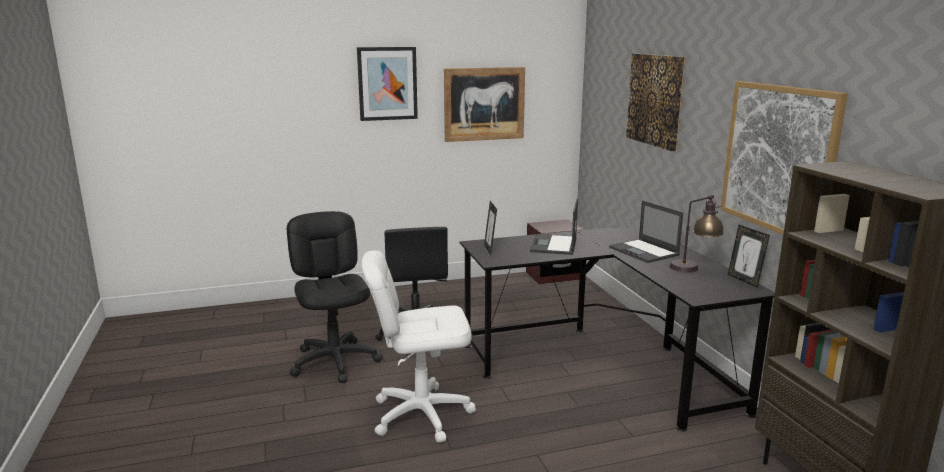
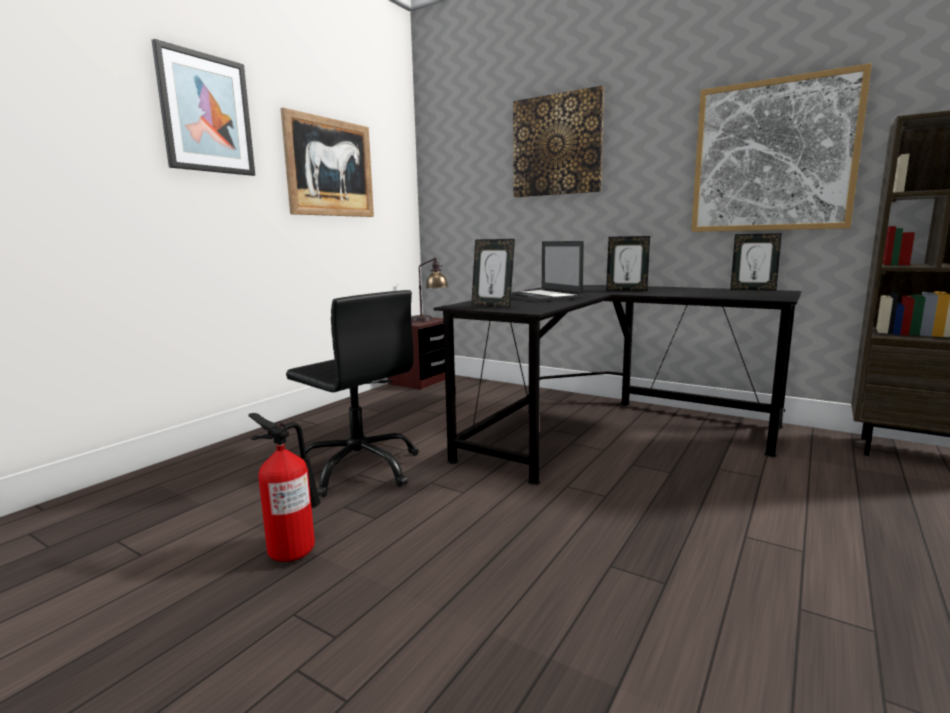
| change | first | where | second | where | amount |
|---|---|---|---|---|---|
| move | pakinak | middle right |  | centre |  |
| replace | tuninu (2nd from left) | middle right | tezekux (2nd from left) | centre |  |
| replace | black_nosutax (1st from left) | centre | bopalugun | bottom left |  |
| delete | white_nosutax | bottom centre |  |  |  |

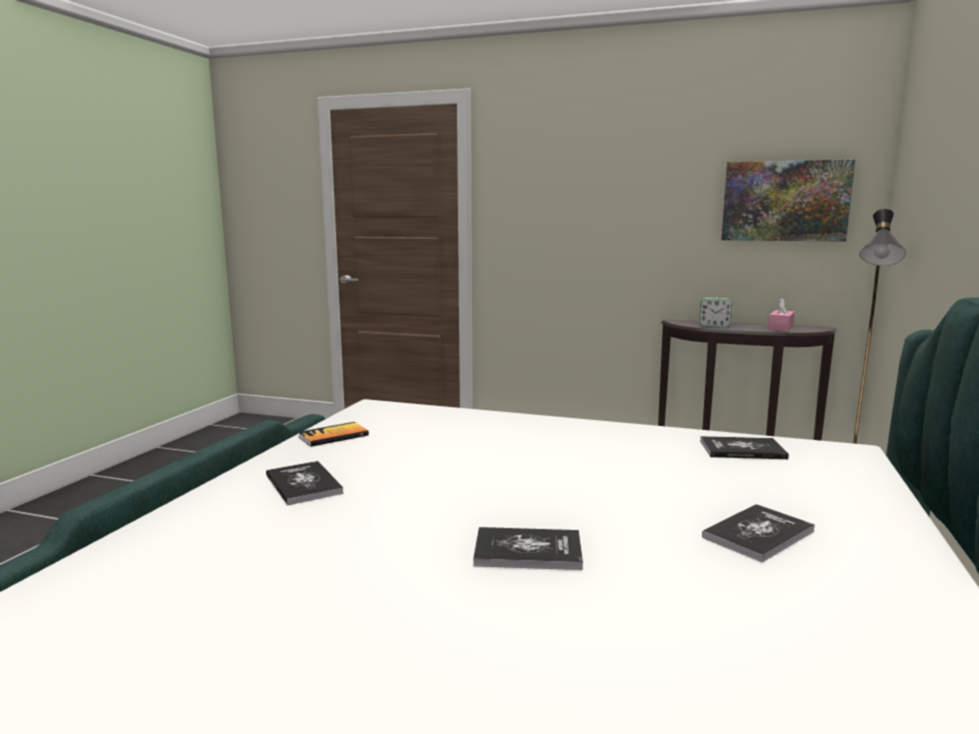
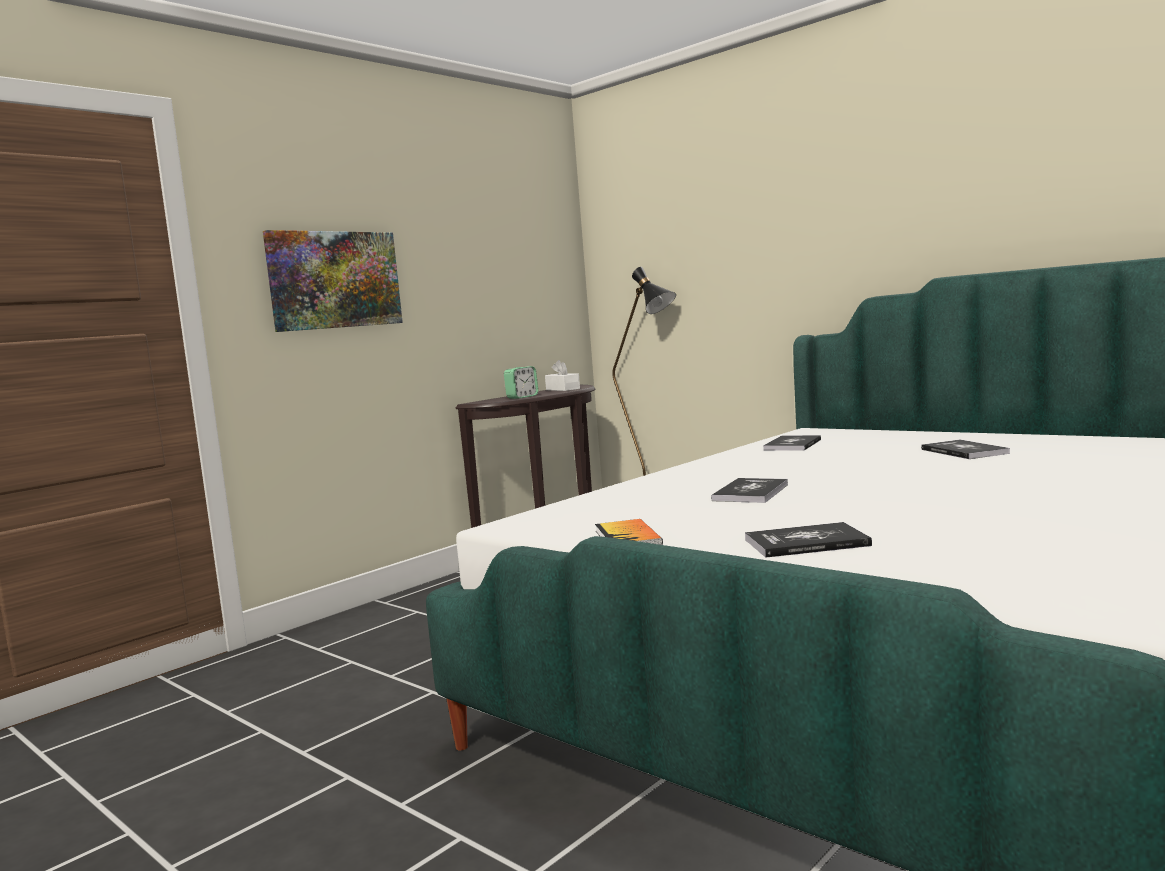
| change | first | where | second | where | amount |
|---|---|---|---|---|---|
| move | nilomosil | top right |  | top left |  |
| recolor | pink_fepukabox | middle right | white_fepukabox | centre |  |
| move | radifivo (3rd from left in the first image) | bottom centre | radifivo (2nd from left) | centre |  |

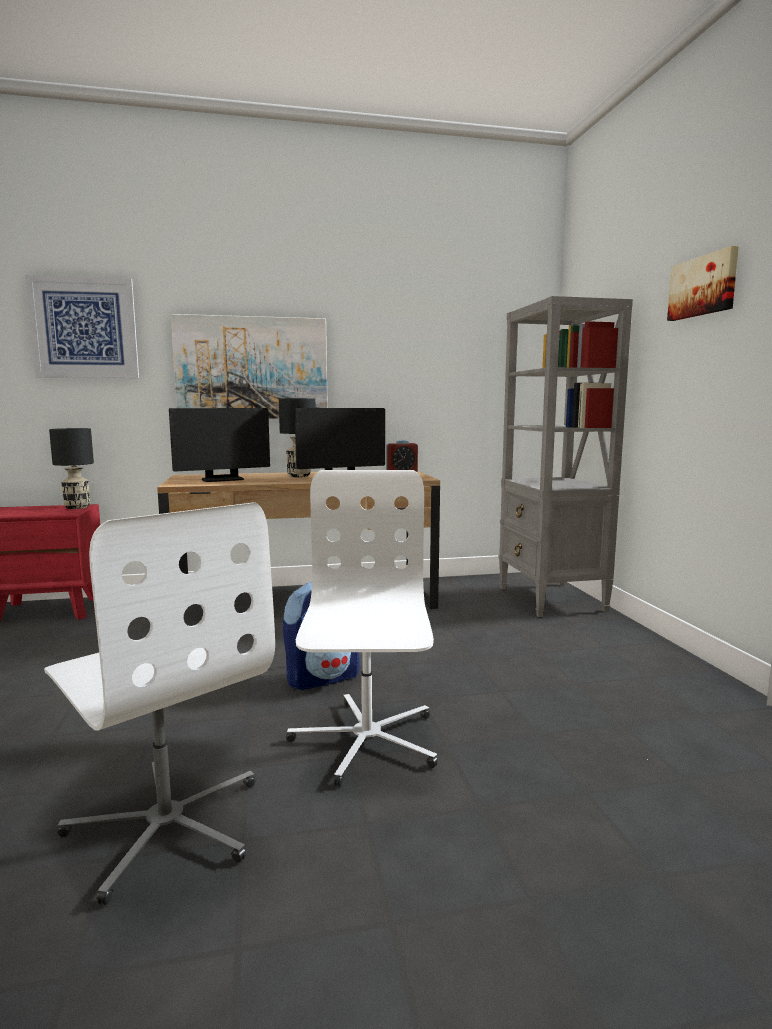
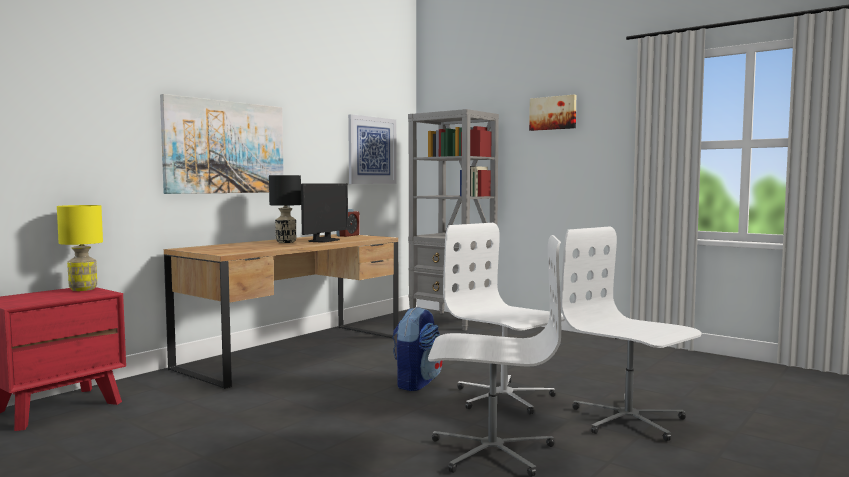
| change | first | where | second | where | amount |
|---|---|---|---|---|---|
| move | nilomosil (1st from left in the first image) | top left | nilomosil (2nd from left) | top centre |  |
| delete | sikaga (1st from left) | middle left |  |  |  |
| recolor | black_pakinak (1st from left) | middle left | yellow_pakinak | middle left |  |
| insert |  |  | white_nosutax (3rd from left) | bottom right |  |

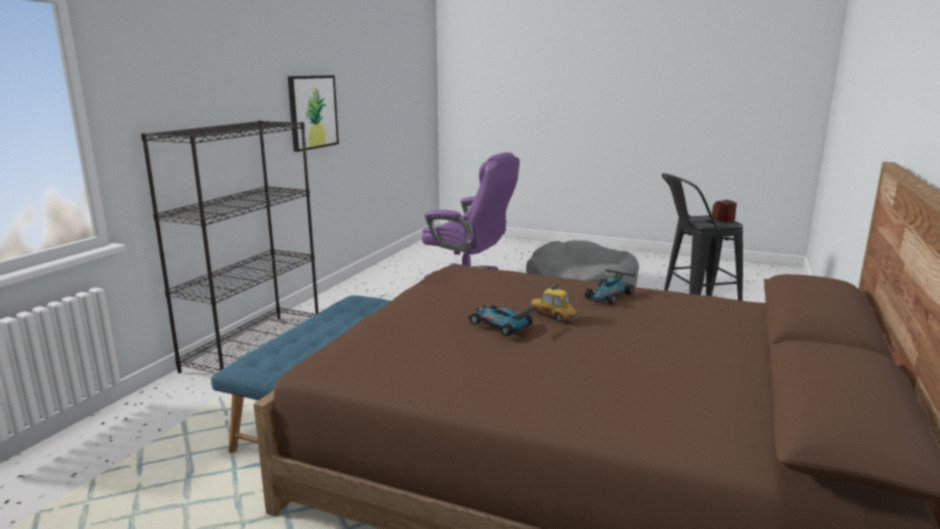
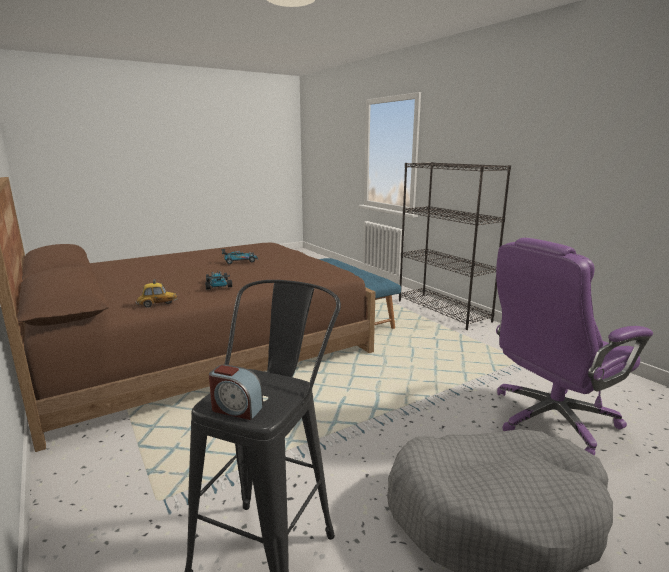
| change | first | where | second | where | amount |
|---|---|---|---|---|---|
| delete | nilomosil | top left |  |  |  |
| move | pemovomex (2nd from left in the first image) | centre | pemovomex (1st from left) | middle left |  |

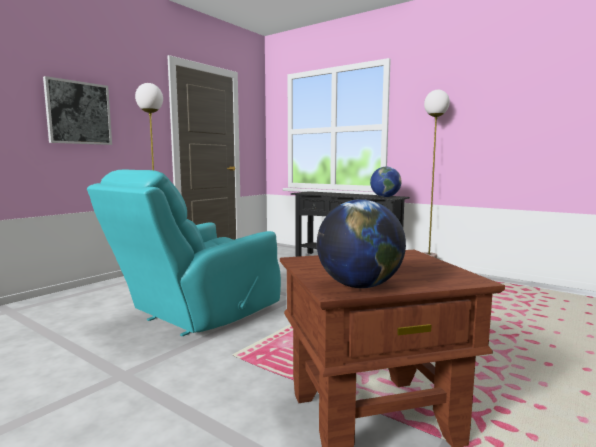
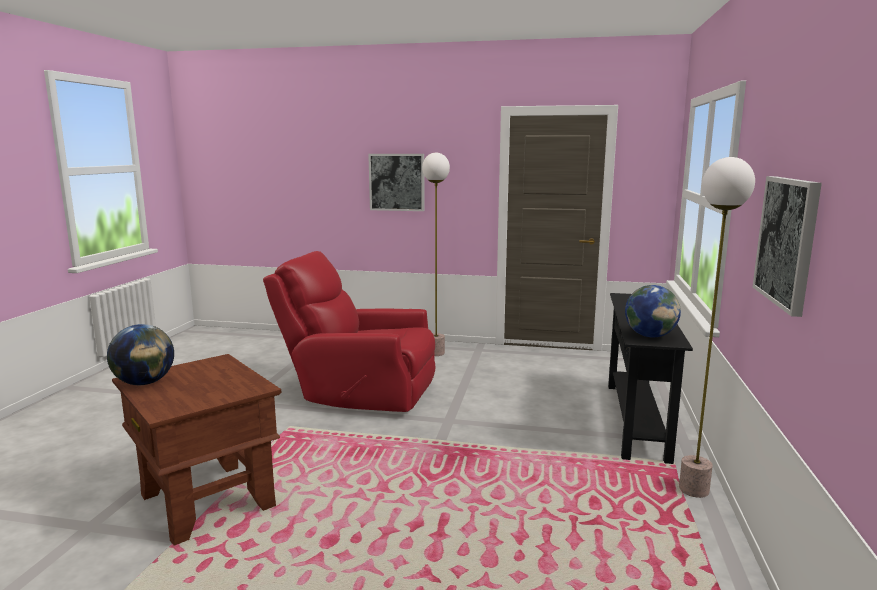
| change | first | where | second | where | amount |
|---|---|---|---|---|---|
| recolor | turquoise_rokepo | middle left | red_rokepo | centre |  |
| insert |  |  | nilomosil (2nd from left) | middle right |  |

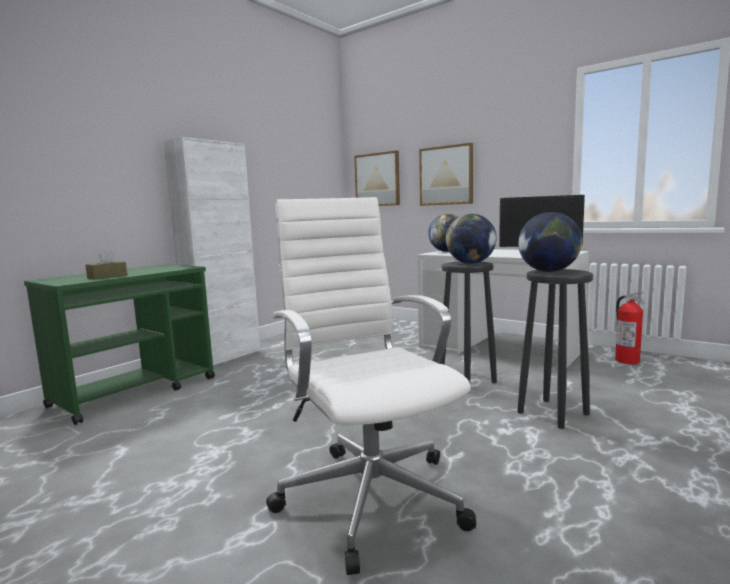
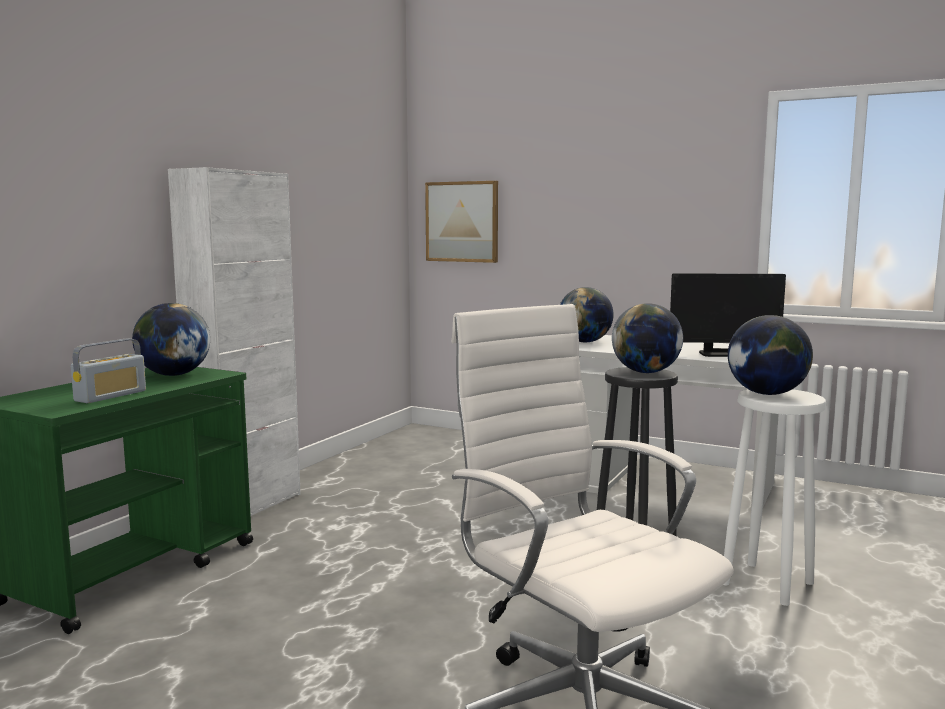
| change | first | where | second | where | amount |
|---|---|---|---|---|---|
| delete | nilomosil (2nd from left) | top centre |  |  |  |
| replace | brown_fepukabox | middle left | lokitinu | middle left |  |
| recolor | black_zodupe (2nd from left) | middle right | white_zodupe | bottom right |  |
| delete | bopalugun | middle right |  |  |  |
| insert |  |  | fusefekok (1st from left) | middle left |  |

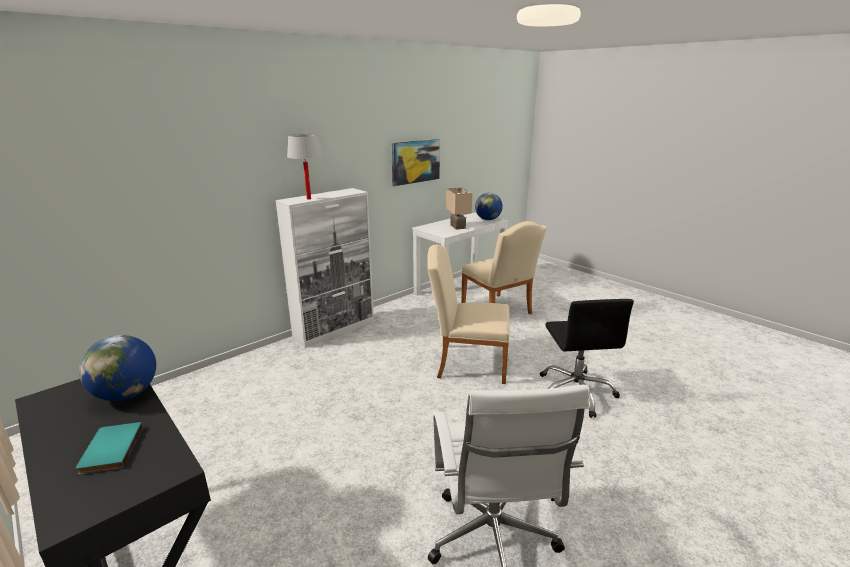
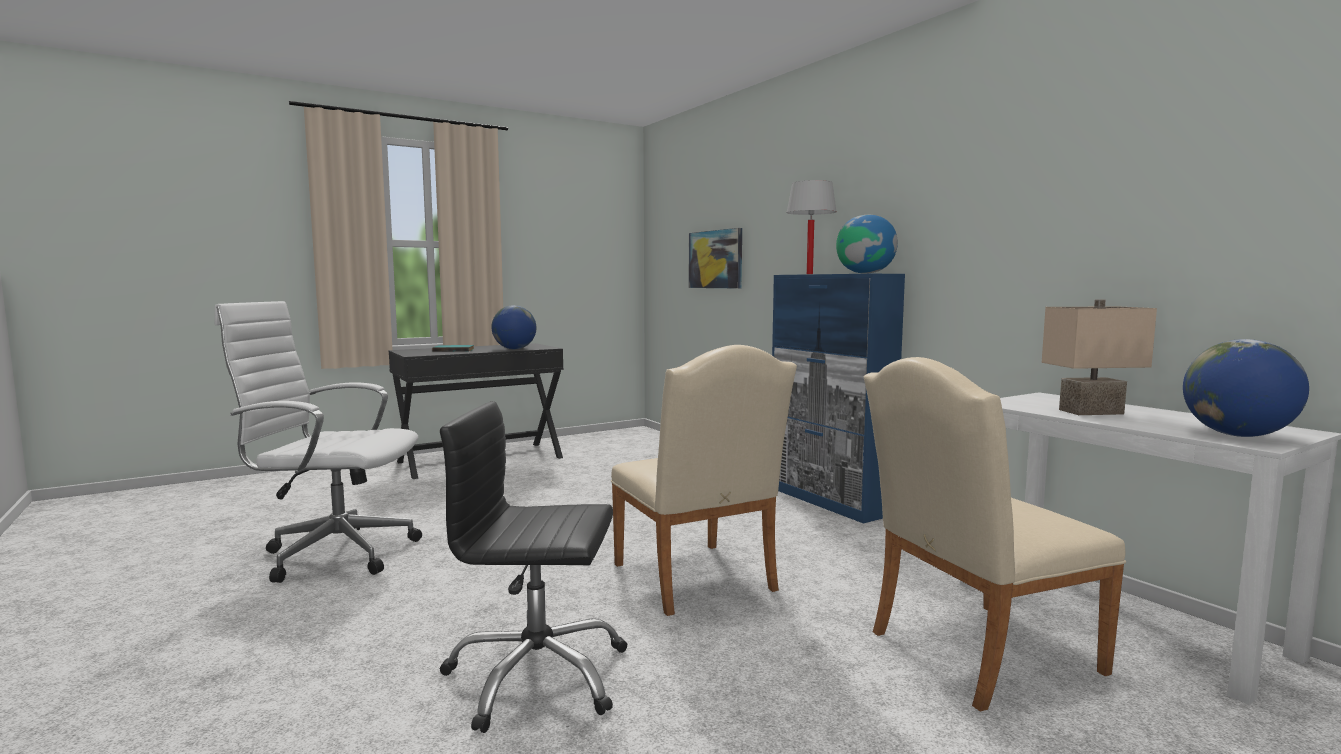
| change | first | where | second | where | amount |
|---|---|---|---|---|---|
| move | nilomosil | top centre |  | centre |  |
| recolor | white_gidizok | centre | blue_gidizok | centre |  |
| rotate | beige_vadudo (1st from left) | centre |  | centre | 135 degrees clockwise |
| insert |  |  | fusefekok (2nd from left) | top centre |  |

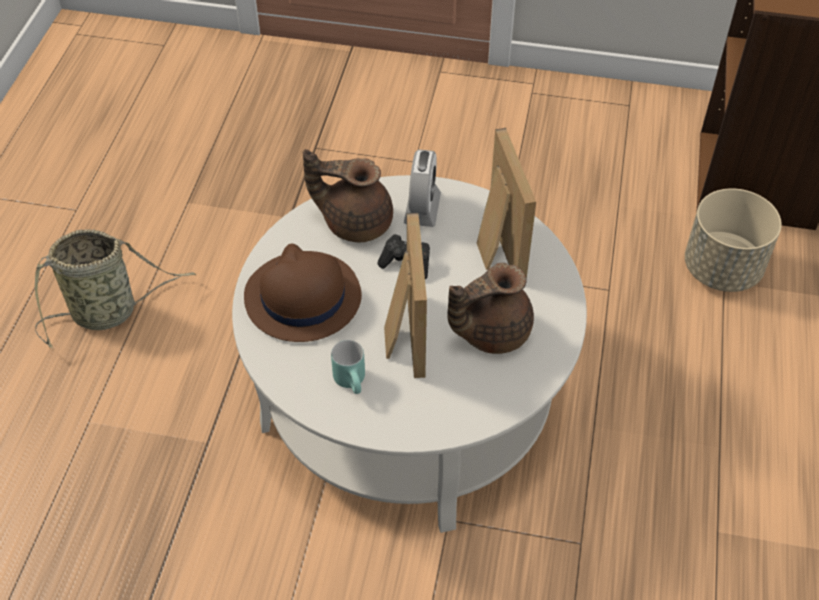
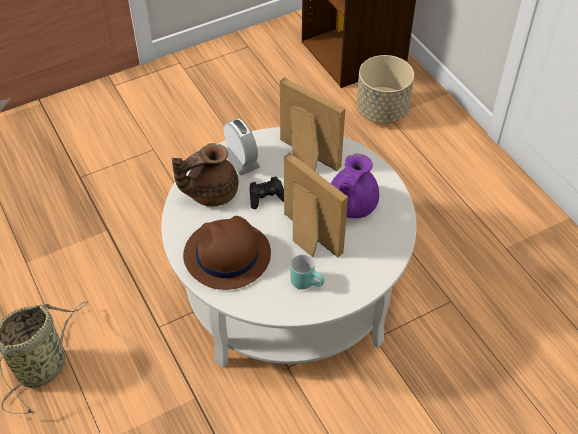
| change | first | where | second | where | amount |
|---|---|---|---|---|---|
| recolor | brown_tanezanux (2nd from left) | centre | purple_tanezanux | centre |  |

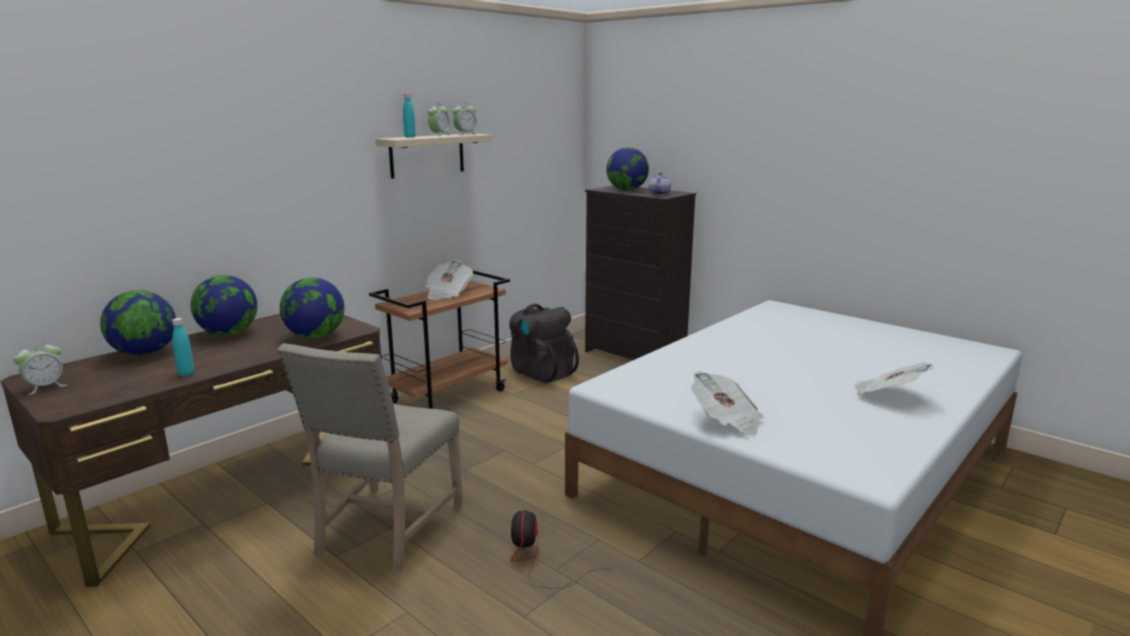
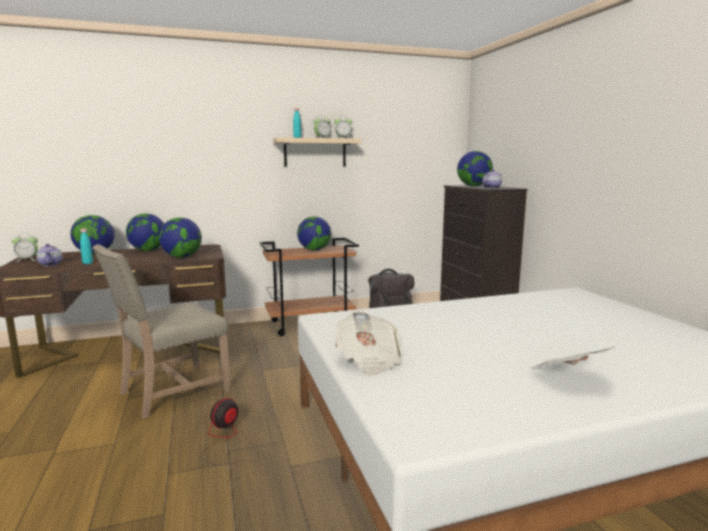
| change | first | where | second | where | amount |
|---|---|---|---|---|---|
| replace | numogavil (1st from left) | centre | fusefekok (4th from left) | centre |  |
| insert |  |  | tanezanux (1st from left) | middle left |  |

